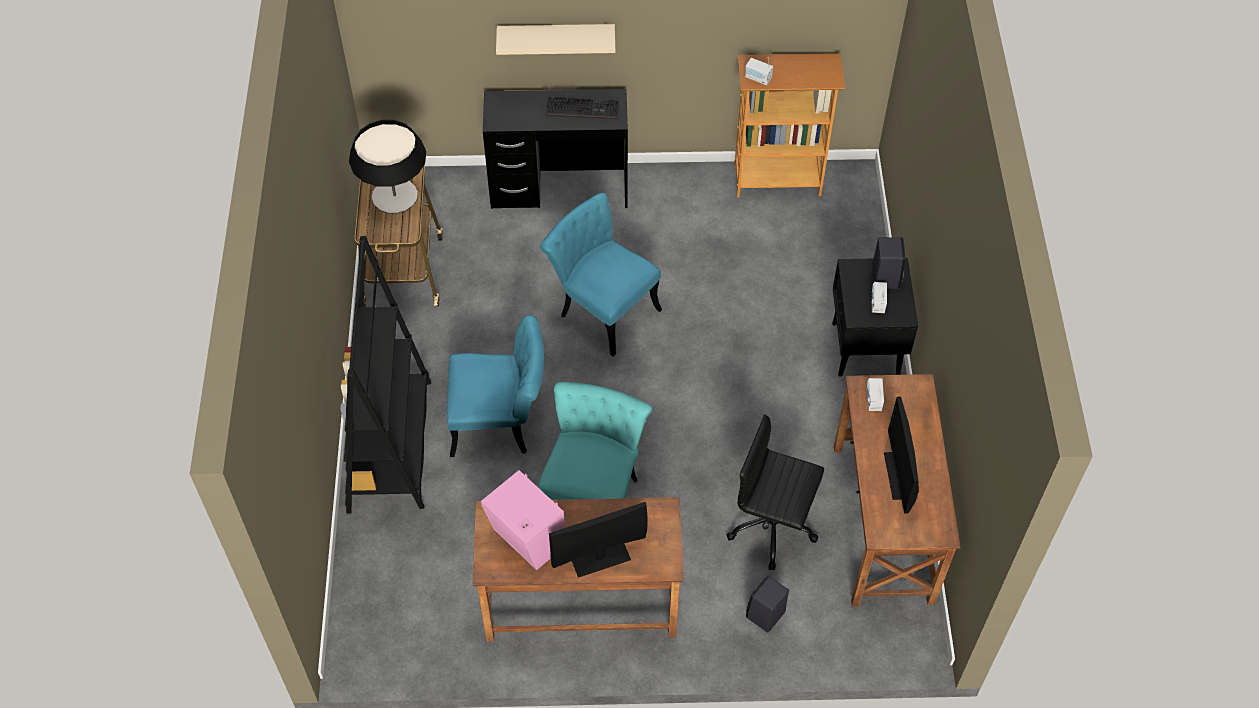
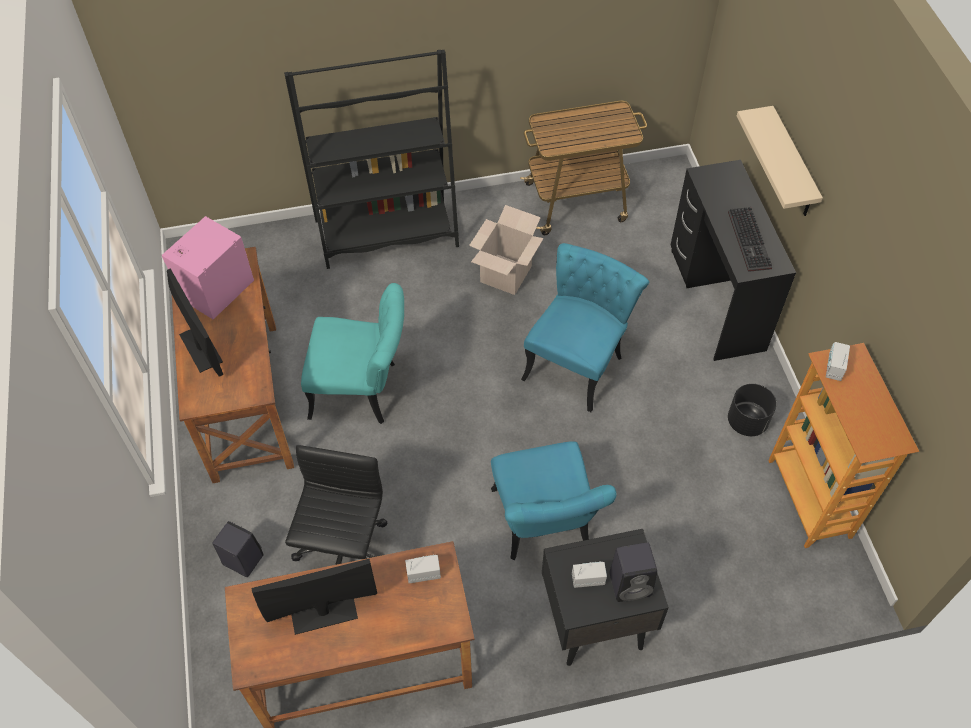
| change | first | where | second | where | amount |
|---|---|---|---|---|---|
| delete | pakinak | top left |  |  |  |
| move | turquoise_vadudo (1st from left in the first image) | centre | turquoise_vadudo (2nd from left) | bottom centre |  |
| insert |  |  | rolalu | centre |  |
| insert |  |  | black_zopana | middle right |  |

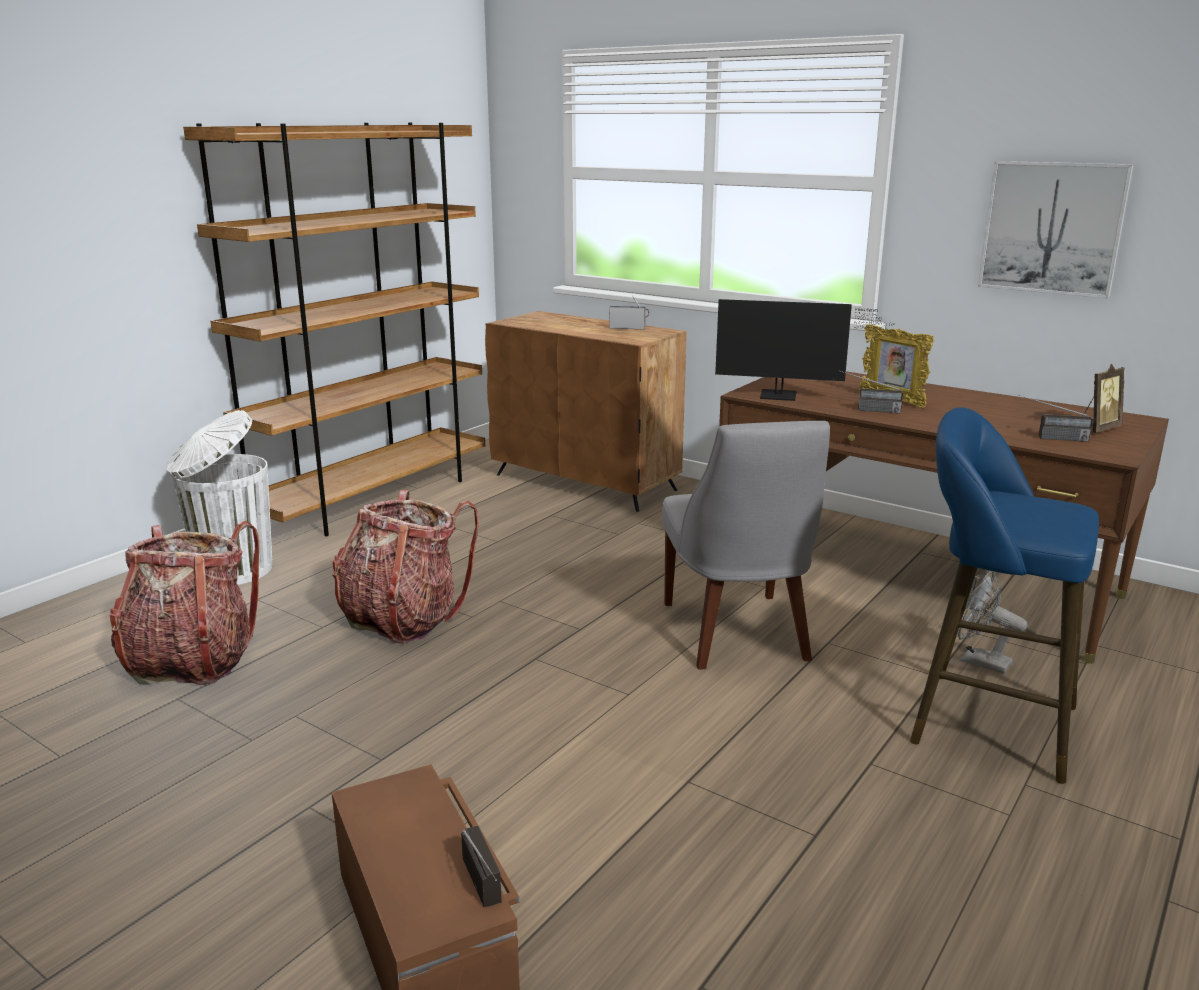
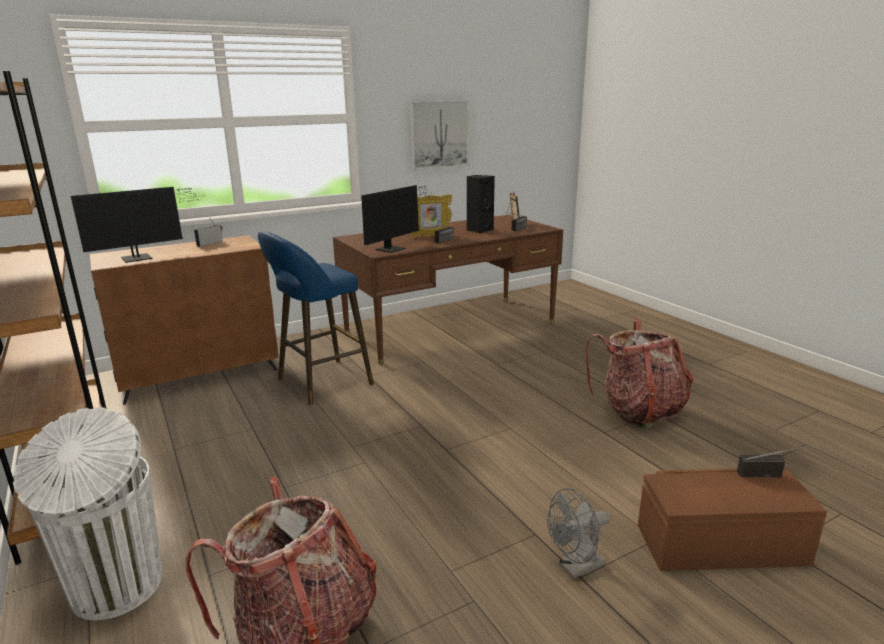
| change | first | where | second | where | amount |
|---|---|---|---|---|---|
| move | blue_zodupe | middle right |  | centre |  |
| delete | grey_vadudo | centre |  |  |  |
| move | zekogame (2nd from left) | centre |  | middle right |  |
| move | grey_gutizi | middle right |  | bottom centre |  |
| insert |  |  | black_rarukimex | top centre |  |
| insert |  |  | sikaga (1st from left) | middle left |  |

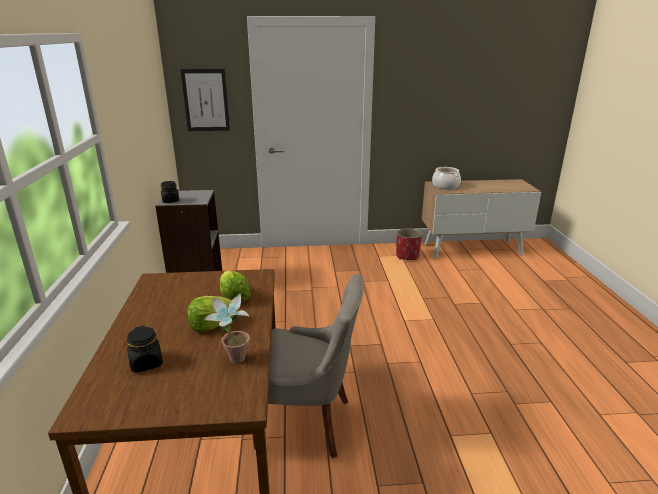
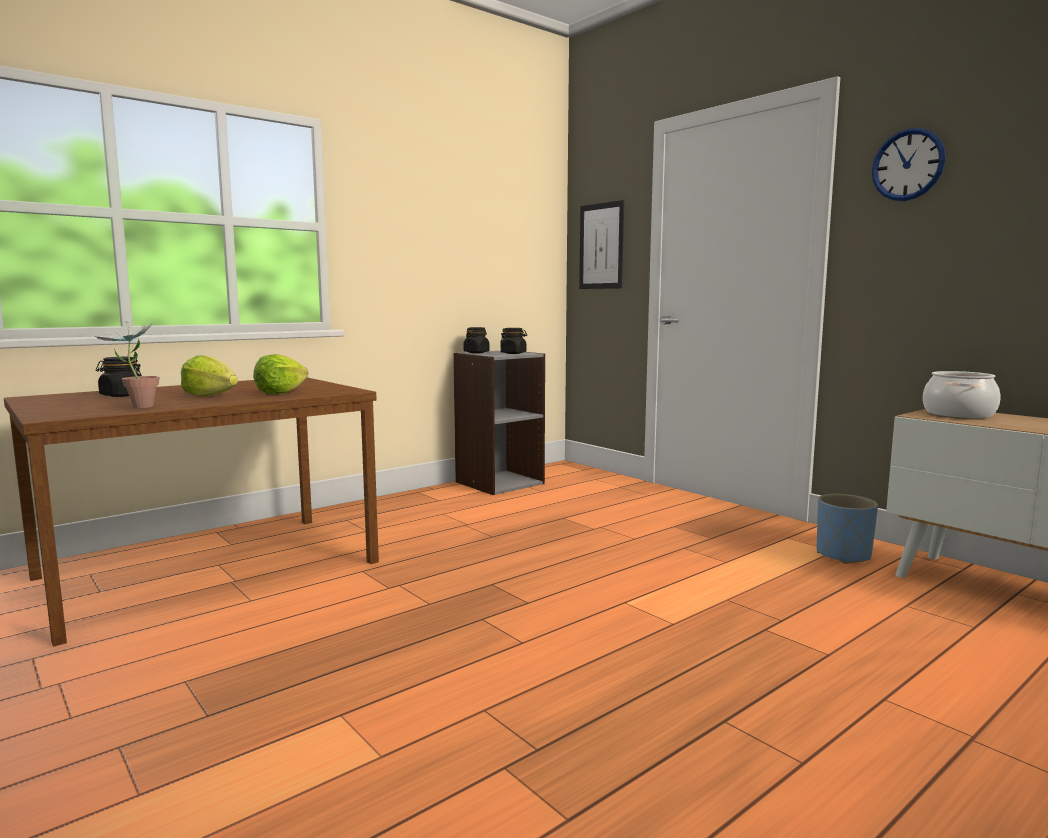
| change | first | where | second | where | amount |
|---|---|---|---|---|---|
| recolor | red_zopana | centre | blue_zopana | middle right |  |
| delete | grey_vadudo | bottom centre |  |  |  |
| insert |  |  | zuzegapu | top right |  |
| insert |  |  | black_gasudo (3rd from left) | centre |  |

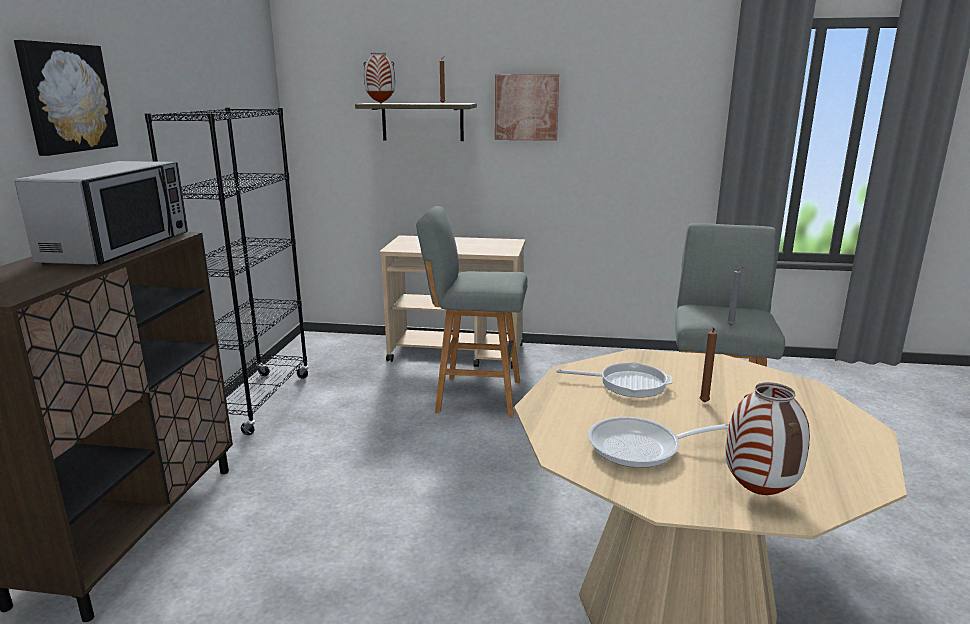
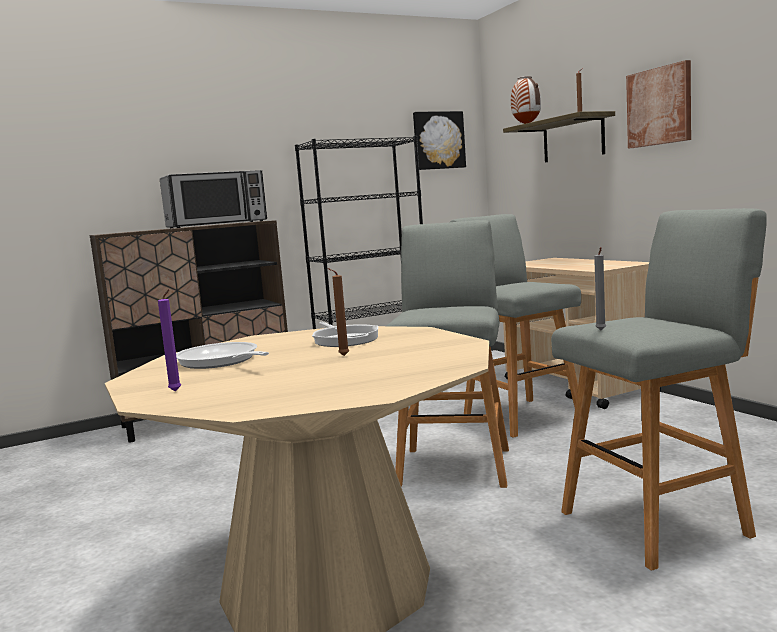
| change | first | where | second | where | amount |
|---|---|---|---|---|---|
| move | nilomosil (1st from left) | top left |  | top centre |  |
| replace | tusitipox (2nd from left) | bottom right | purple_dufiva | middle left |  |
| insert |  |  | grey_zodupe (1st from left) | centre |  |

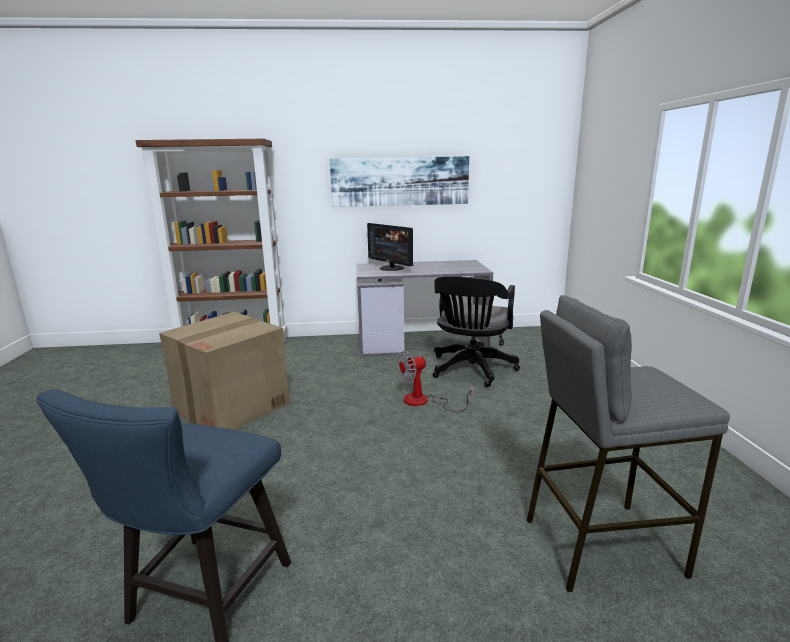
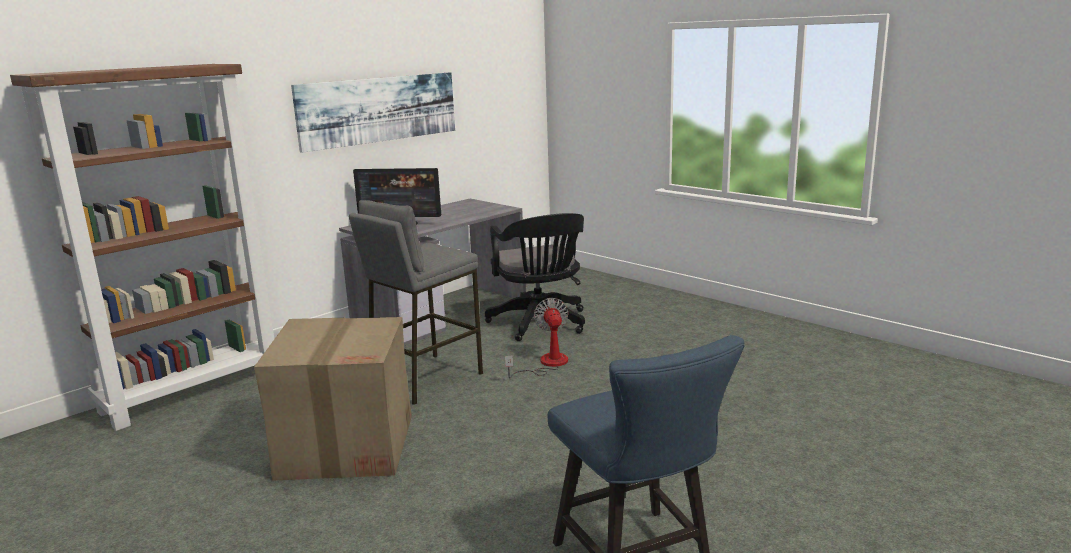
| change | first | where | second | where | amount |
|---|---|---|---|---|---|
| move | grey_zodupe | bottom right |  | centre |  |
| rotate | gutizi | centre |  | centre | 150 degrees clockwise |

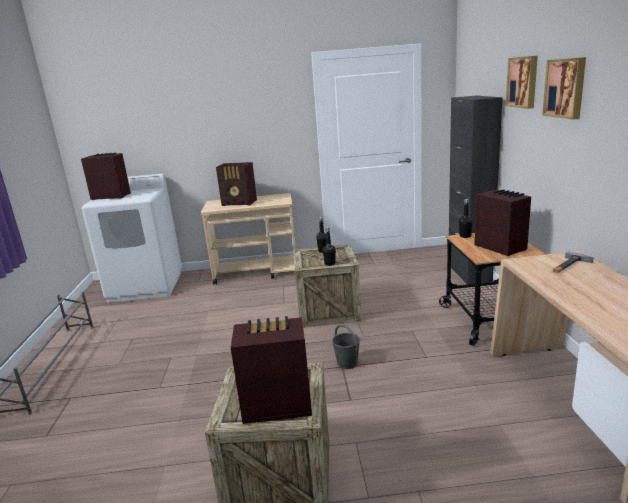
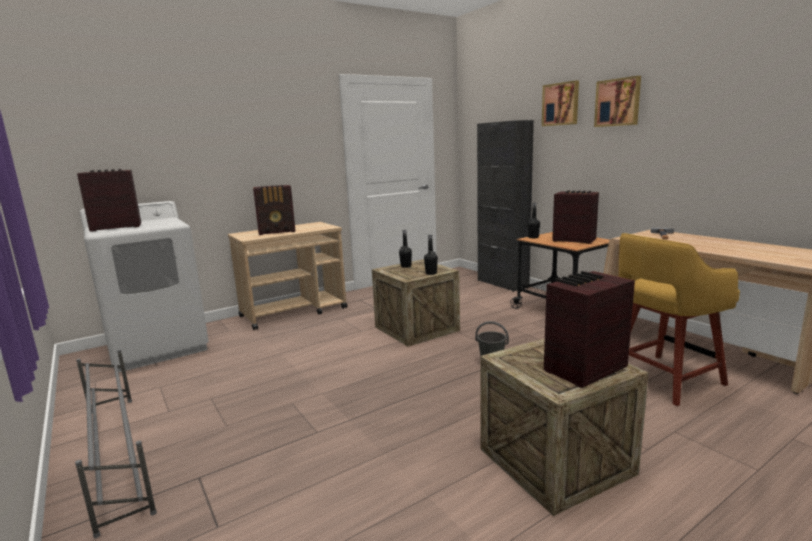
| change | first | where | second | where | amount |
|---|---|---|---|---|---|
| insert |  |  | yellow_zodupe | middle right |  |

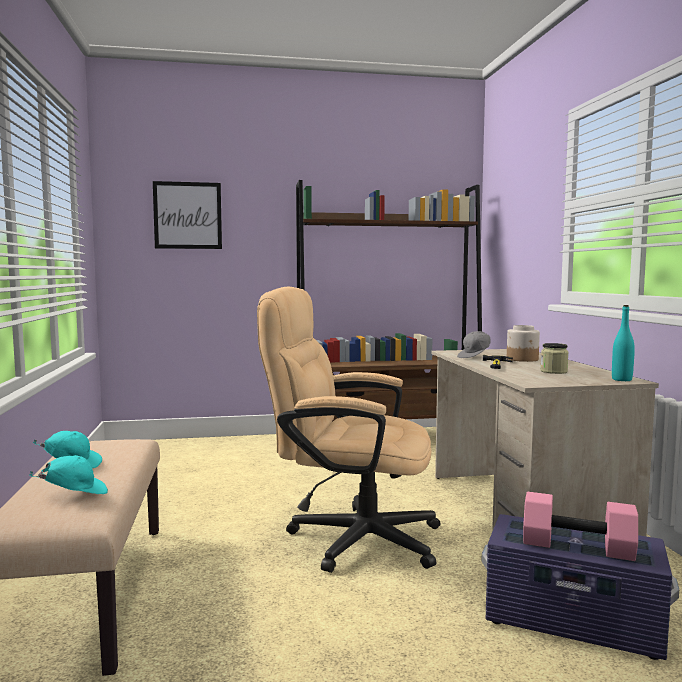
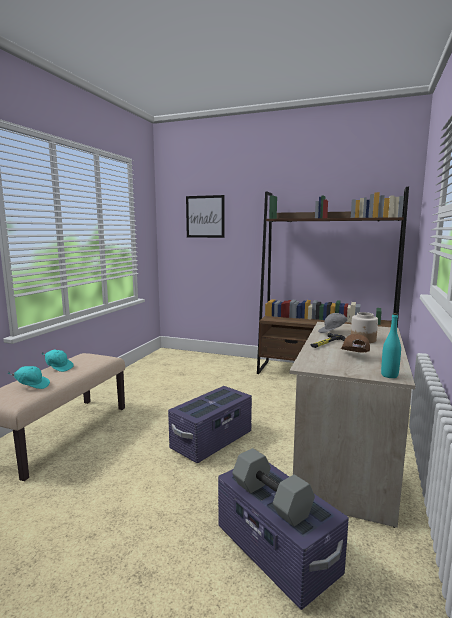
| change | first | where | second | where | amount |
|---|---|---|---|---|---|
| replace | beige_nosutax | centre | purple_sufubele (1st from left) | bottom centre |  |
| replace | gasudo (2nd from left) | middle right | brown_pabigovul | middle right |  |
| recolor | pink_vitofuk | bottom right | grey_vitofuk | bottom centre |  |

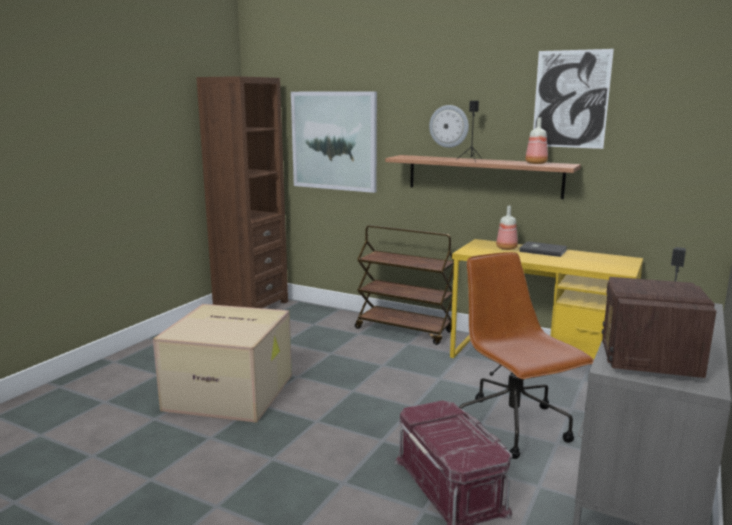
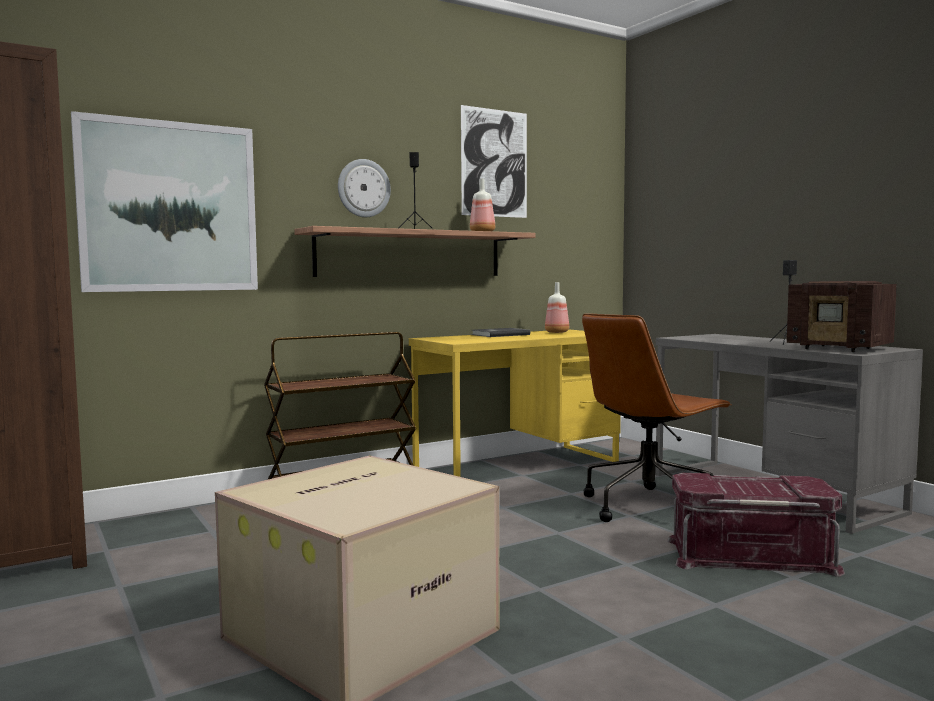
| change | first | where | second | where | amount |
|---|---|---|---|---|---|
| move | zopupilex (1st from left in the first image) | middle right | zopupilex (2nd from left) | centre |  |
| rotate | brown_nosutax | bottom right |  | middle right | 45 degrees counterclockwise |

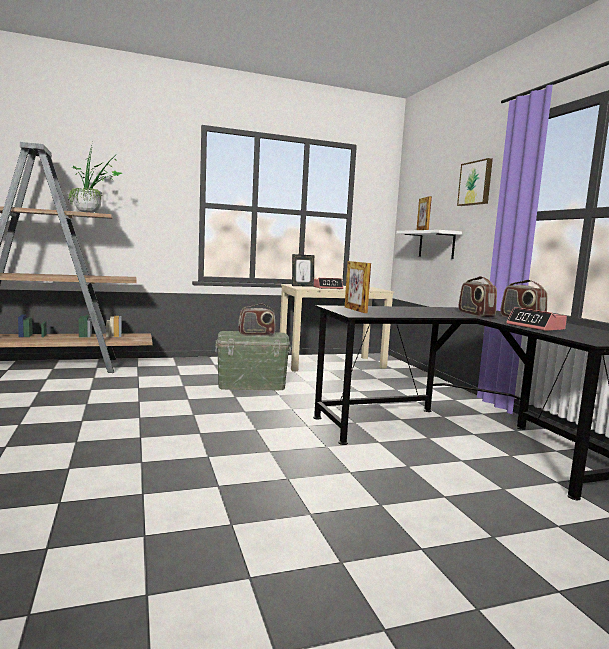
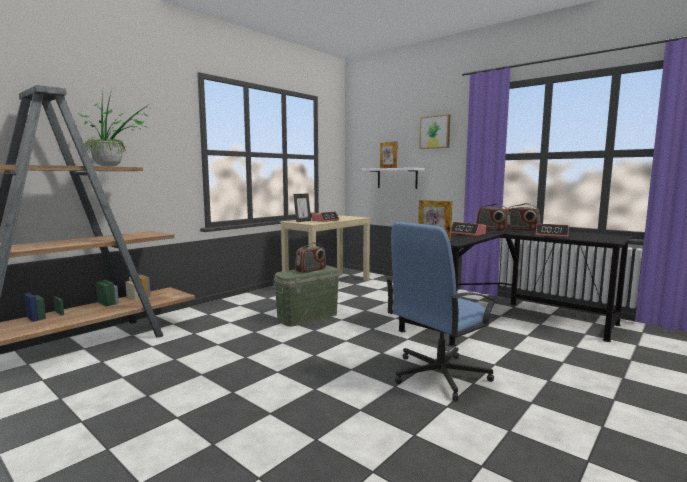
| change | first | where | second | where | amount |
|---|---|---|---|---|---|
| insert |  |  | blue_nosutax | centre |  |
| insert |  |  | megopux (2nd from left) | middle right |  |

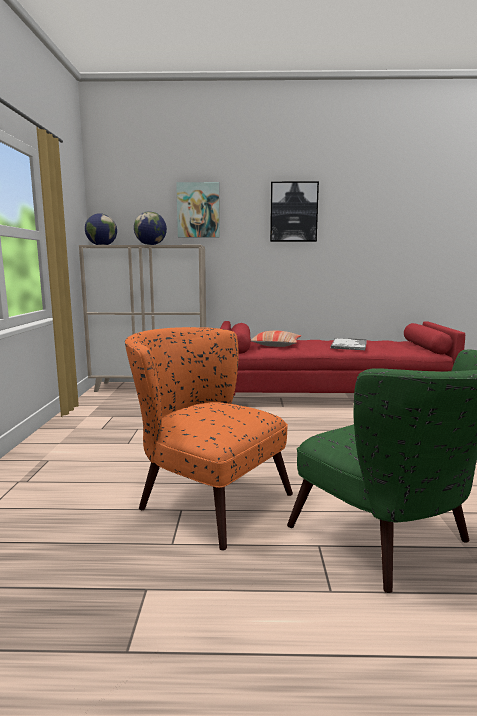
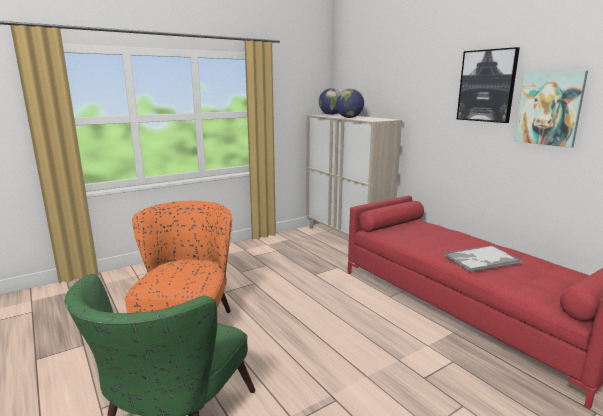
| change | first | where | second | where | amount |
|---|---|---|---|---|---|
| move | nilomosil (1st from left in the first image) | top centre | nilomosil (2nd from left) | top right |  |
| delete | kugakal | centre |  |  |  |

